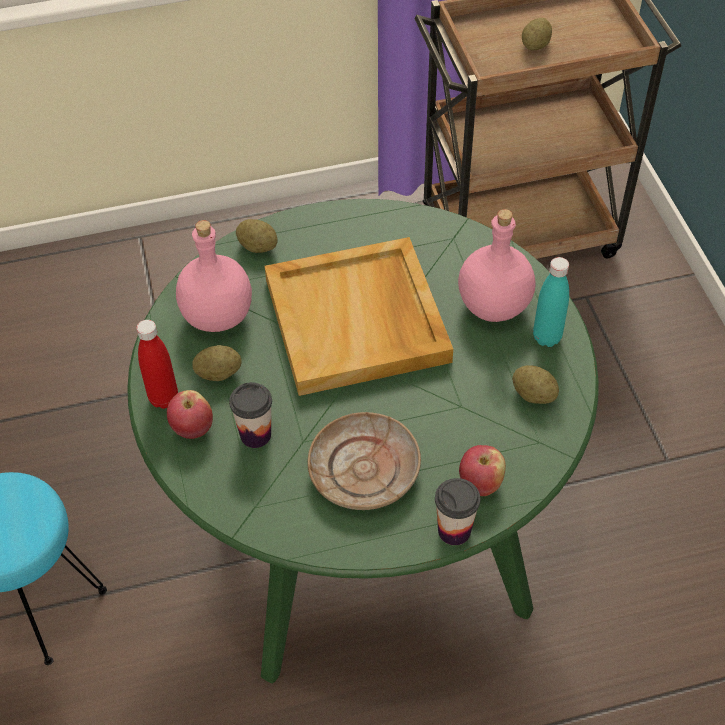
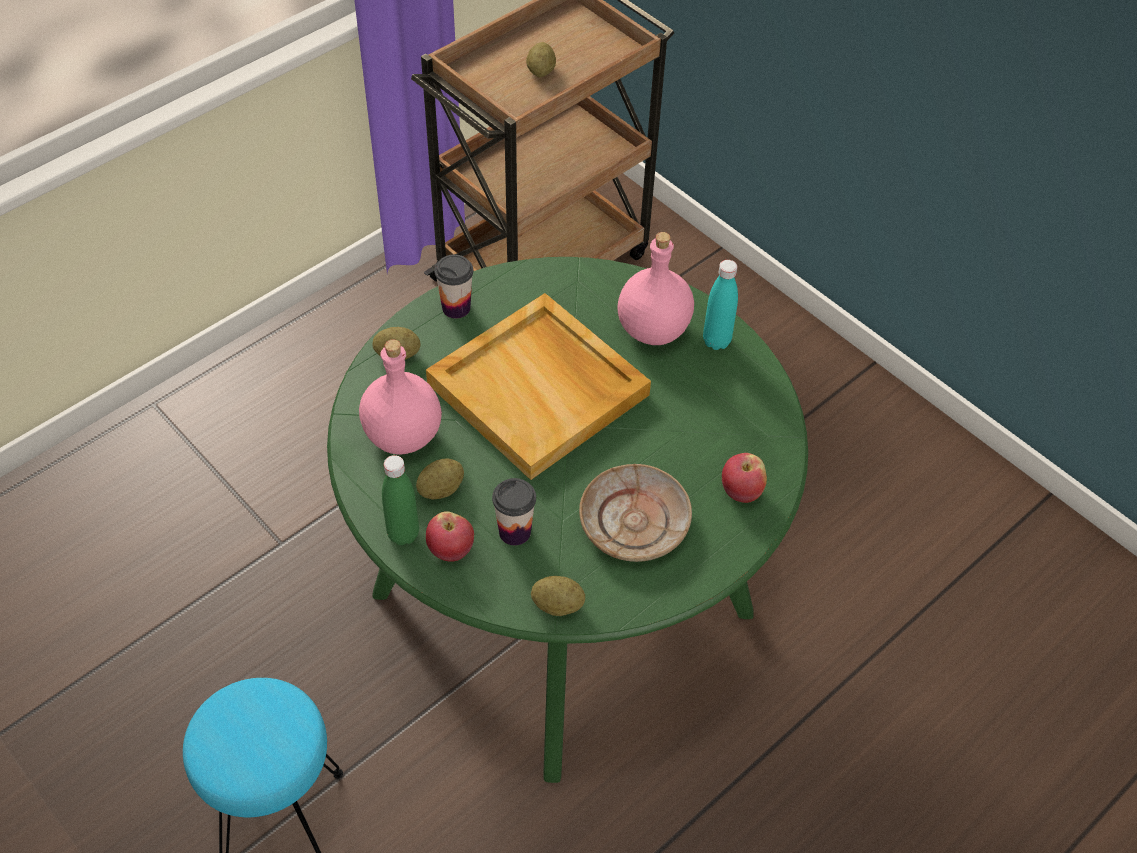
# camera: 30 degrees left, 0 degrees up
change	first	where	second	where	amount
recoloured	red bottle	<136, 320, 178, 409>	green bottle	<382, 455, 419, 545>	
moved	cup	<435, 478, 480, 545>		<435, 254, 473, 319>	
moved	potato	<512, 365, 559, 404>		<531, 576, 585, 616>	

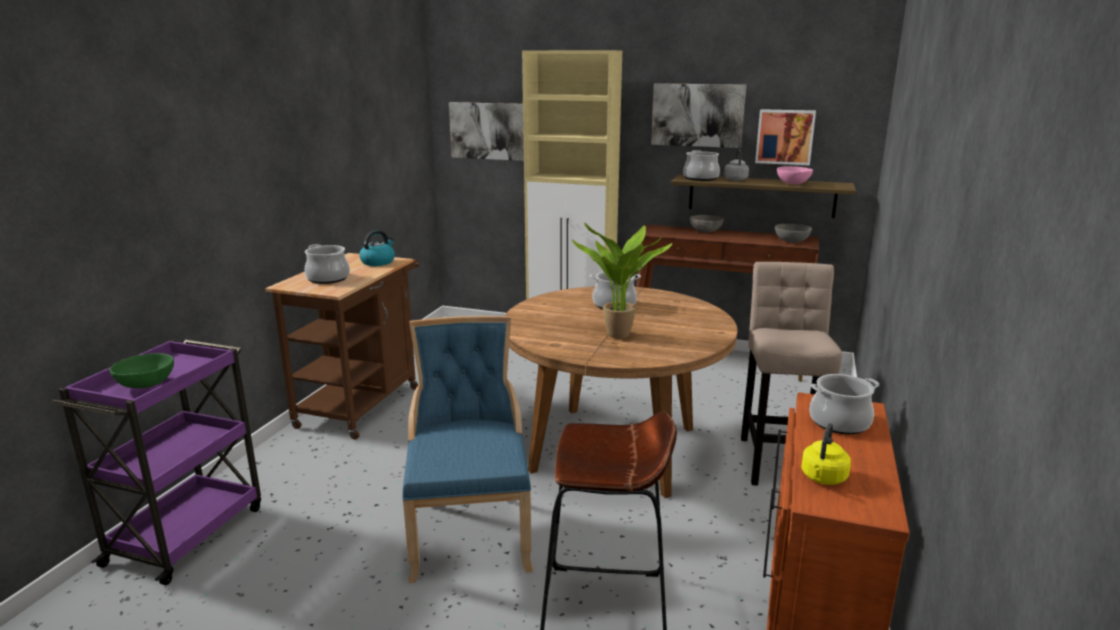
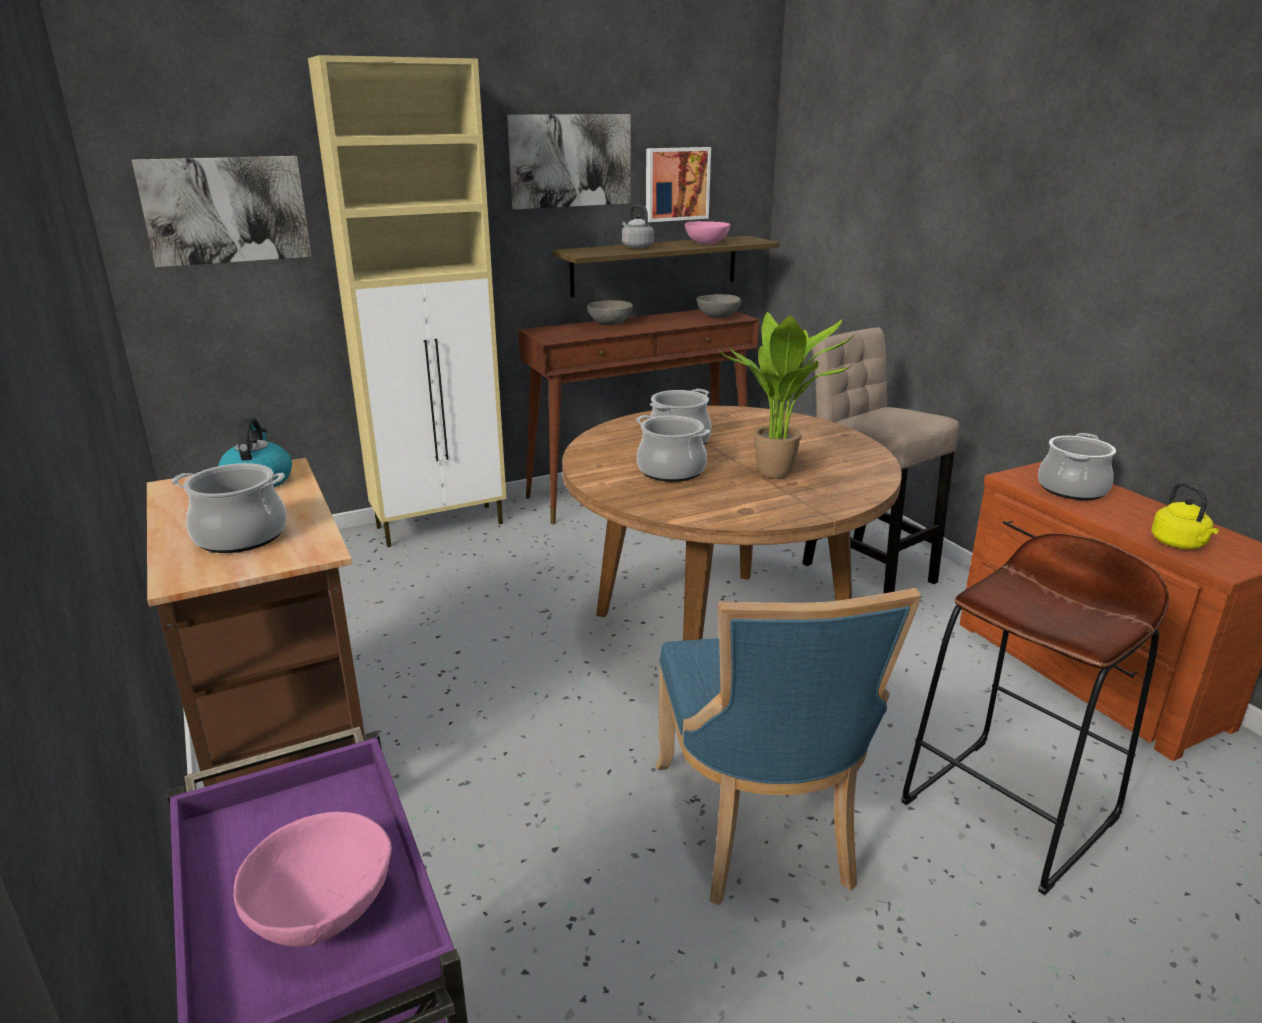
# camera: 45 degrees left, 5 degrees up
change	first	where	second	where	amount
recoloured	green bowl	<110, 353, 174, 388>	pink bowl	<234, 812, 392, 947>	
moved	cooking pot	<683, 150, 720, 181>		<636, 415, 710, 482>	
turned	blue chair	<402, 316, 534, 583>		<656, 588, 921, 906>	135 degrees counterclockwise

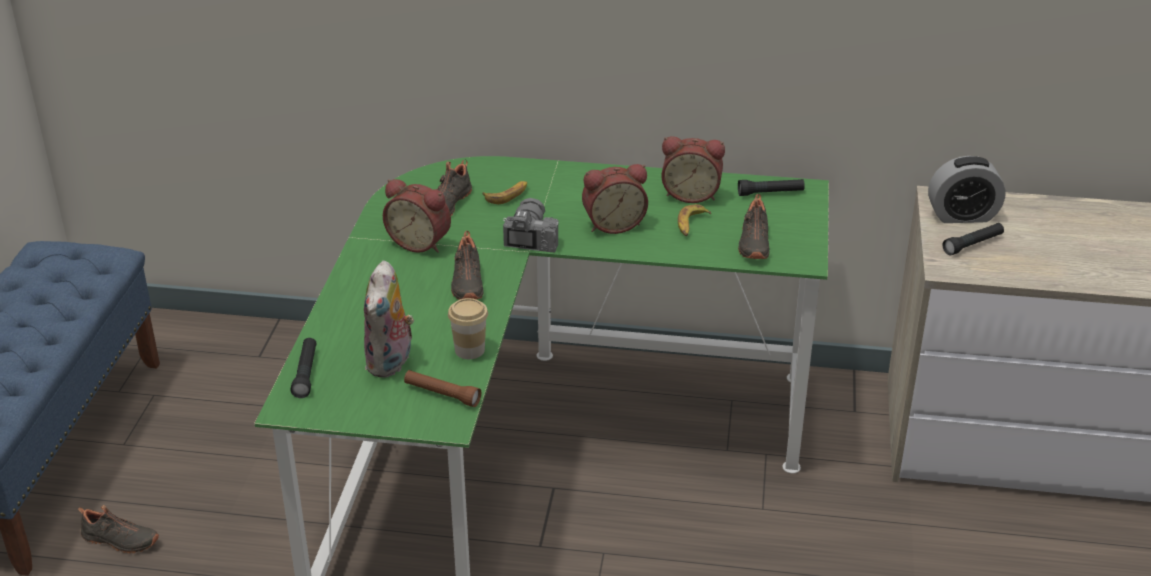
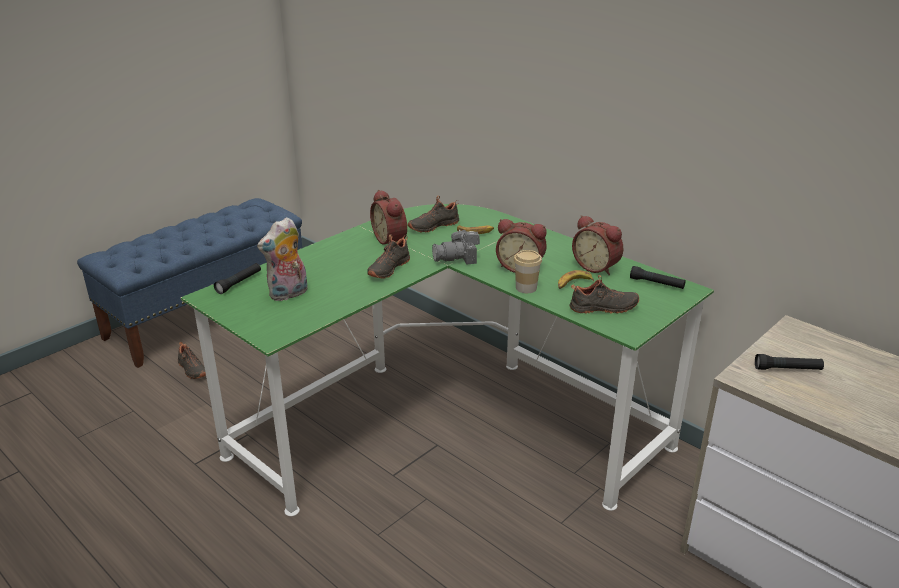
# camera: 35 degrees right, 5 degrees down
change	first	where	second	where	amount
turned	photo camera	<503, 198, 559, 252>		<432, 230, 480, 265>	150 degrees counterclockwise
moved	cup	<448, 298, 488, 359>		<514, 250, 542, 293>	
turned	black shoe	<738, 194, 769, 259>		<569, 275, 639, 314>	135 degrees counterclockwise
removed	brown flashlight	<404, 370, 481, 407>			
removed	alarm clock	<928, 156, 1006, 223>			

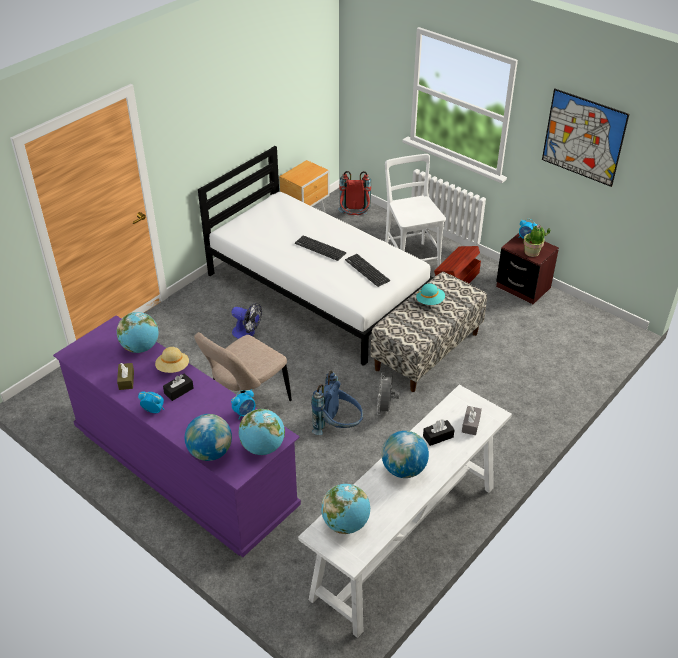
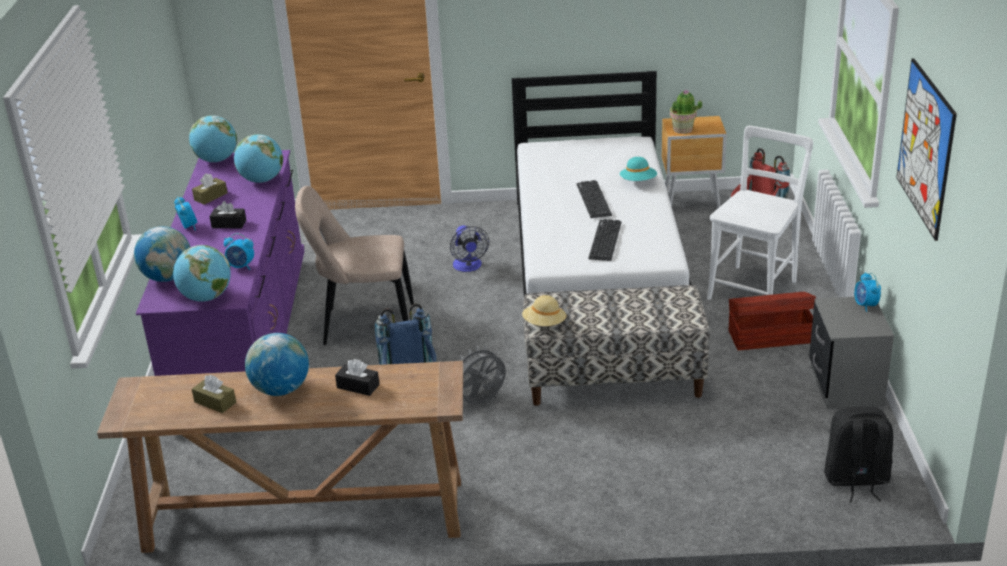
# camera: 50 degrees right, 10 degrees down
change	first	where	second	where	amount
recoloured	white console table	<298, 385, 512, 638>	brown console table	<97, 361, 463, 553>	
moved	globe	<321, 484, 370, 534>		<189, 115, 237, 162>	
added			brown tissue box	<192, 375, 236, 413>	
moved	beige hat	<155, 347, 189, 373>		<522, 295, 566, 326>	
moved	turquoise hat	<416, 283, 445, 305>		<620, 157, 657, 181>	
moved	potted plant	<523, 224, 550, 257>		<670, 90, 702, 134>	
recoloured	brown nightstand	<496, 233, 559, 304>	grey nightstand	<809, 297, 894, 409>	
added			black backpack	<824, 406, 893, 503>	
removed	grey tissue box	<462, 406, 482, 435>			

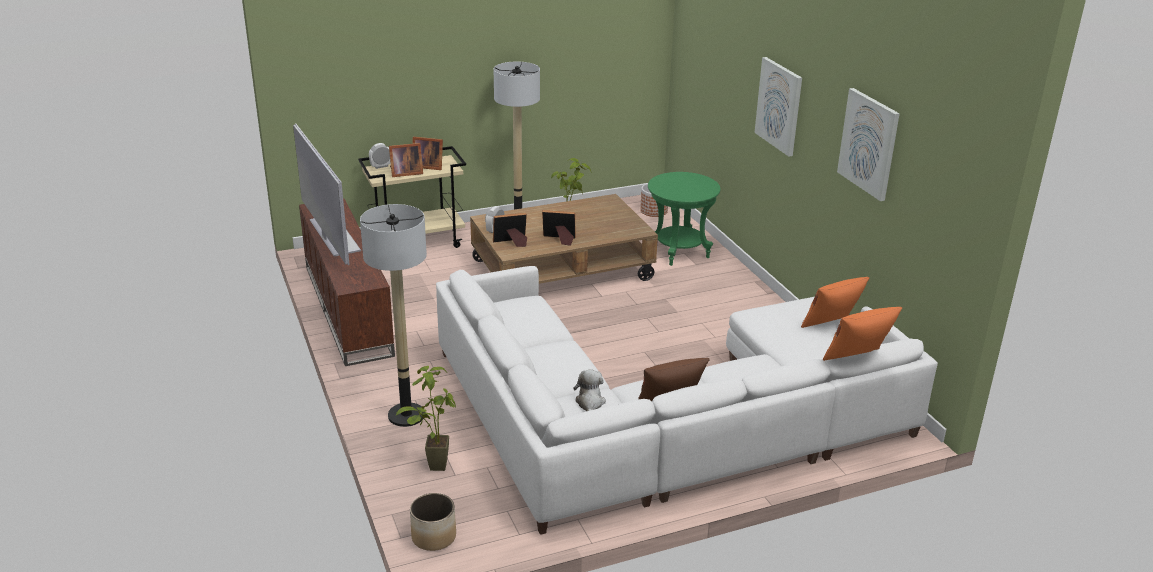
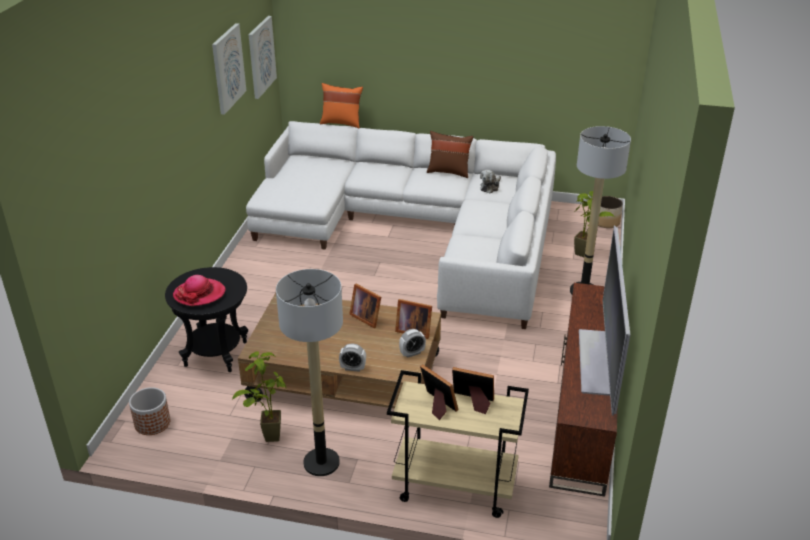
# camera: 145 degrees left, 5 degrees up
change	first	where	second	where	amount
recoloured	green side table	<648, 172, 720, 266>	black side table	<165, 267, 248, 372>	
added			hat	<173, 275, 226, 306>	
moved	picture	<754, 57, 802, 157>		<248, 16, 277, 99>	
moved	alarm clock	<369, 143, 391, 169>		<339, 344, 366, 372>	
removed	orange pillow	<801, 277, 869, 328>			

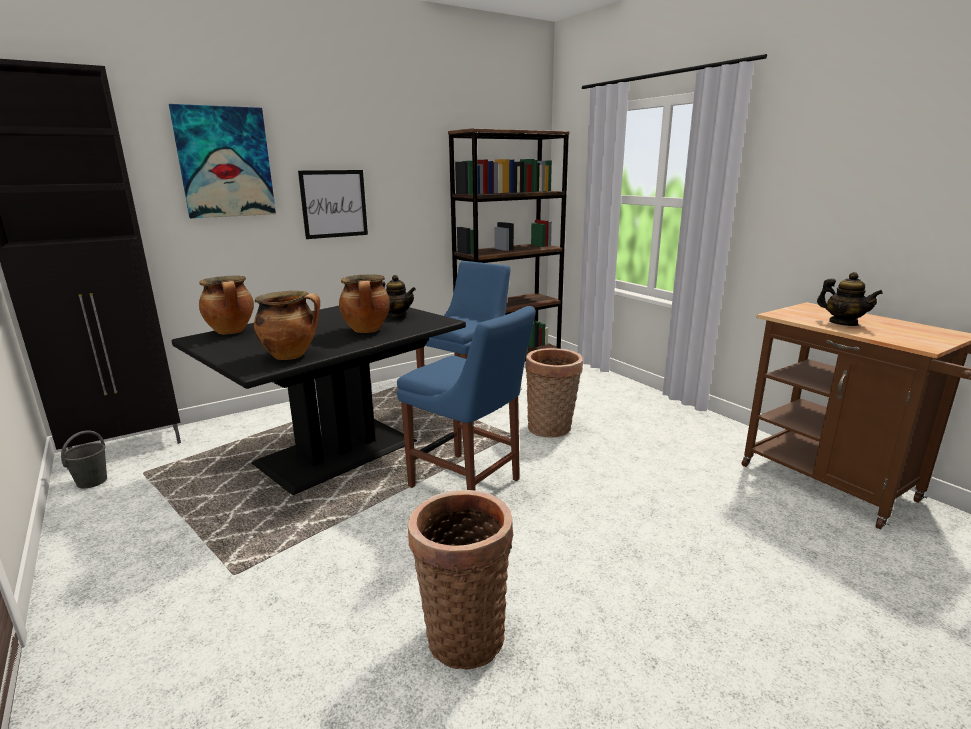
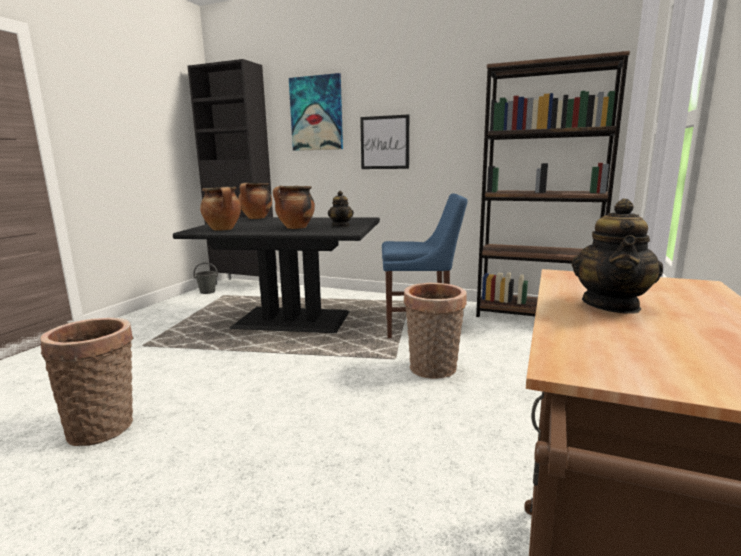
# camera: 55 degrees right, 5 degrees down
change	first	where	second	where	amount
removed	blue chair	<397, 306, 536, 490>			

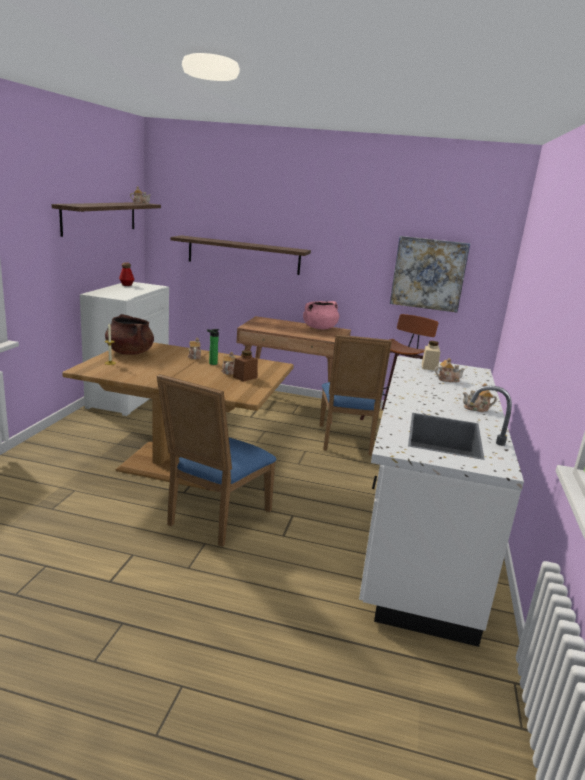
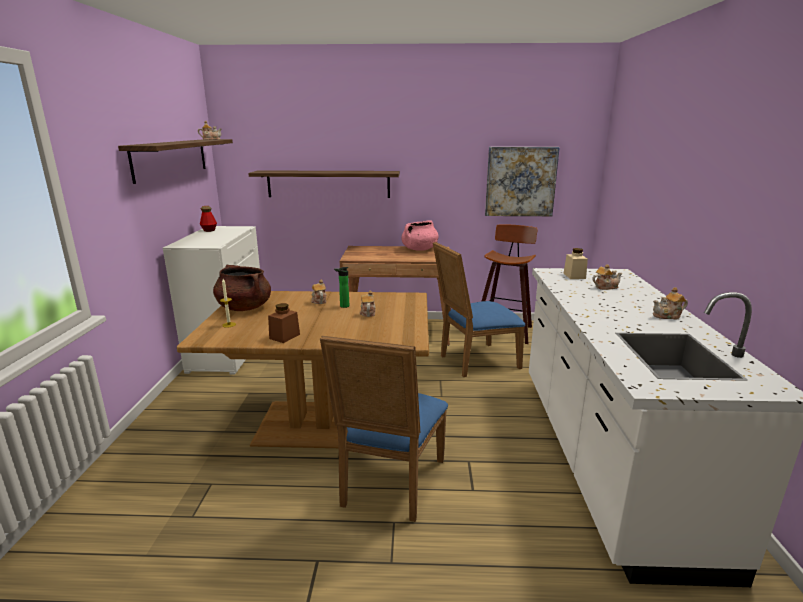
# camera: 10 degrees left, 0 degrees up
change	first	where	second	where	amount
moved	brown jar	<233, 350, 258, 382>		<268, 303, 300, 343>	
turned	blue chair	<320, 334, 392, 456>		<433, 242, 525, 377>	75 degrees clockwise

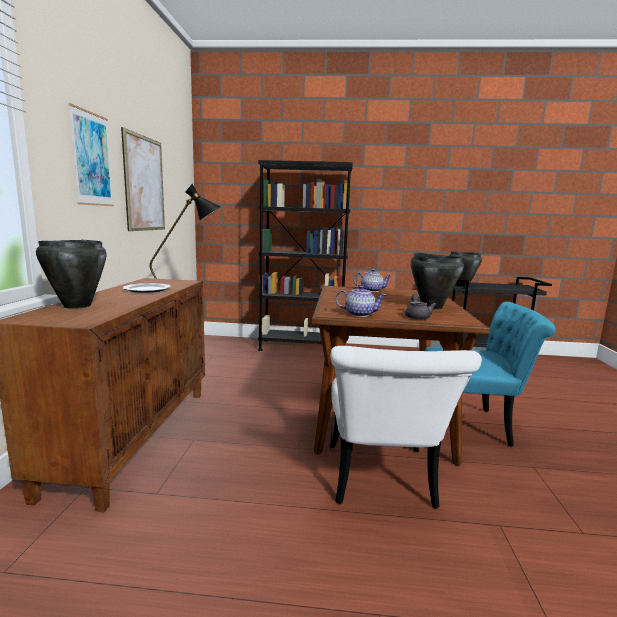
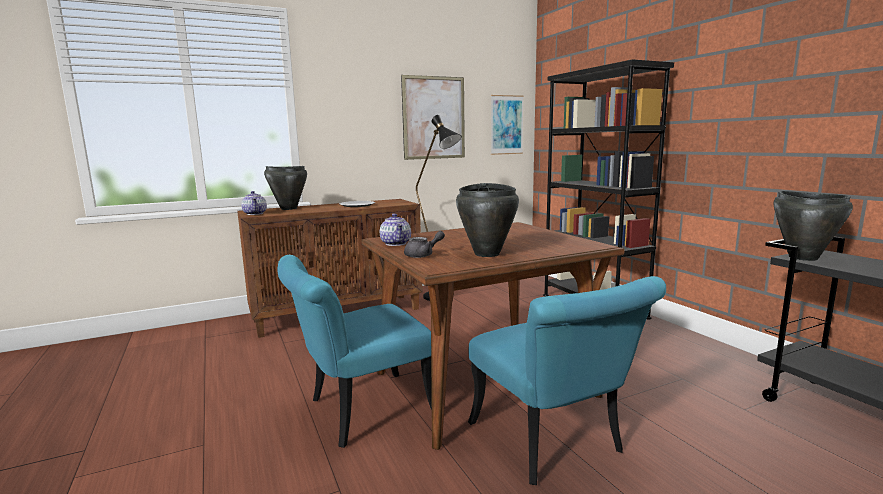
# camera: 60 degrees right, 0 degrees up
change	first	where	second	where	amount
moved	teapot	<354, 269, 392, 292>		<241, 191, 267, 215>	
recoloured	white chair	<330, 346, 482, 509>	turquoise chair	<277, 255, 432, 448>	
moved	picture	<69, 103, 114, 206>		<491, 95, 524, 155>	

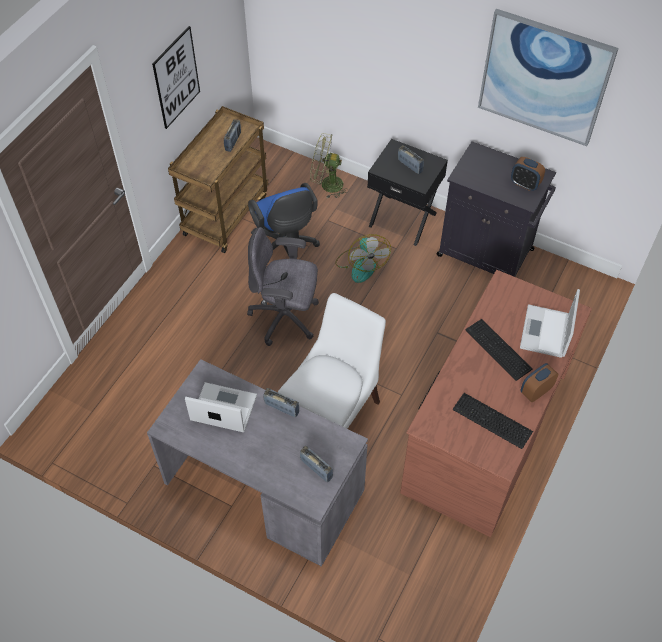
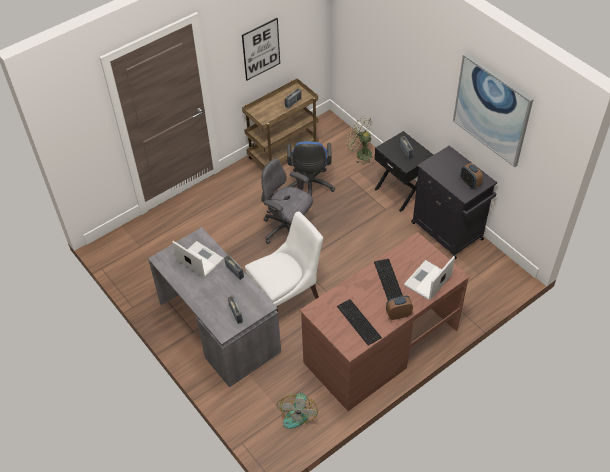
# camera: 25 degrees right, 5 degrees down
change	first	where	second	where	amount
moved	fan	<335, 234, 391, 283>		<277, 393, 318, 429>	

